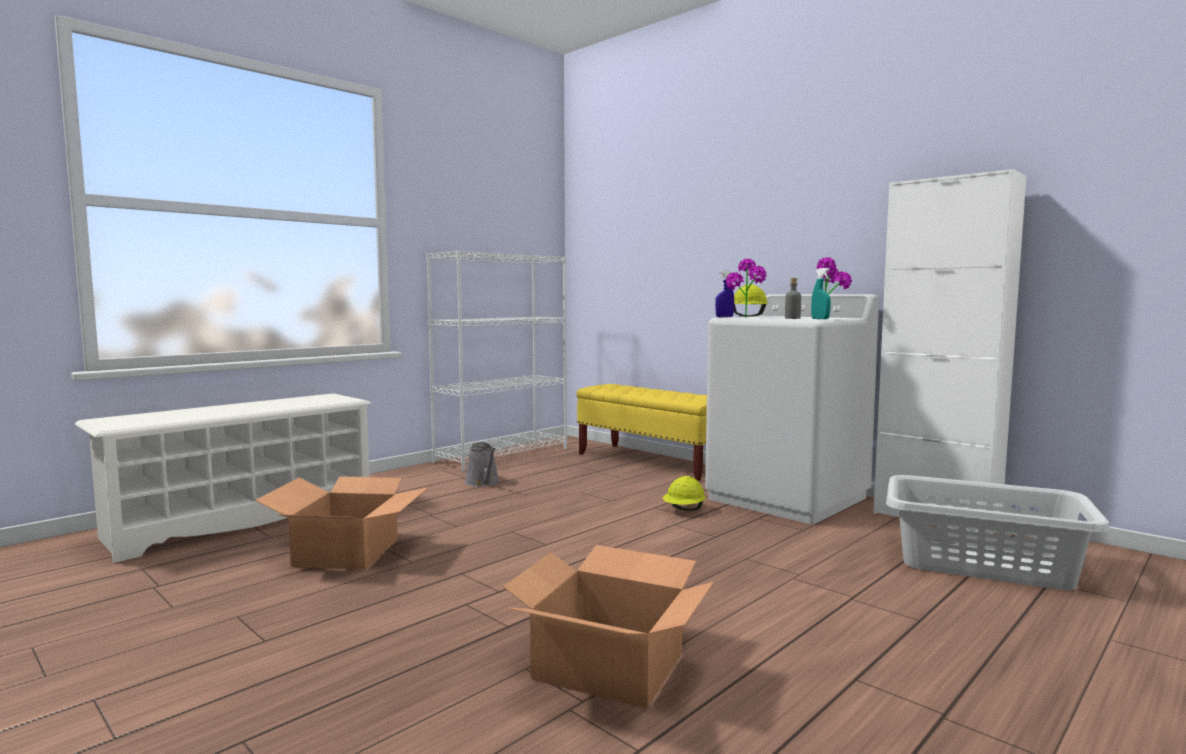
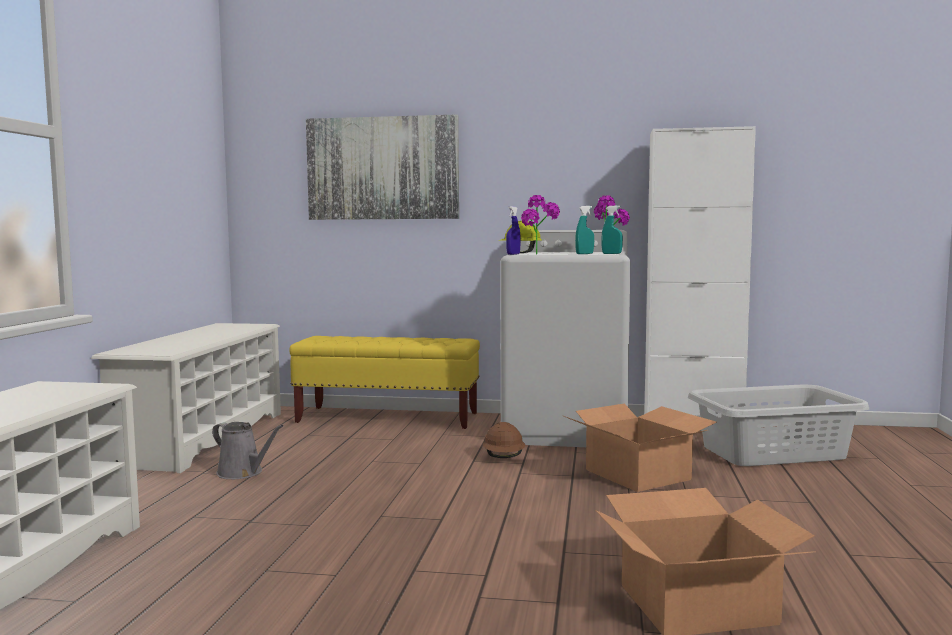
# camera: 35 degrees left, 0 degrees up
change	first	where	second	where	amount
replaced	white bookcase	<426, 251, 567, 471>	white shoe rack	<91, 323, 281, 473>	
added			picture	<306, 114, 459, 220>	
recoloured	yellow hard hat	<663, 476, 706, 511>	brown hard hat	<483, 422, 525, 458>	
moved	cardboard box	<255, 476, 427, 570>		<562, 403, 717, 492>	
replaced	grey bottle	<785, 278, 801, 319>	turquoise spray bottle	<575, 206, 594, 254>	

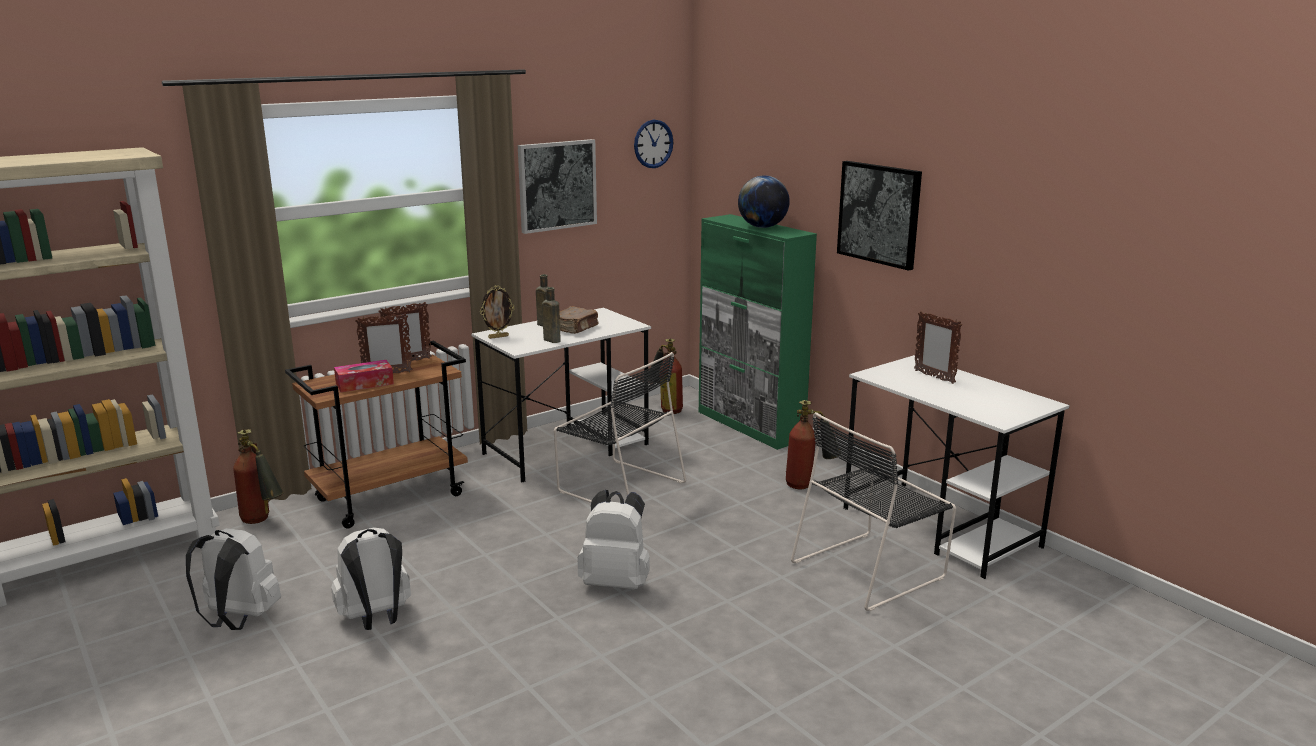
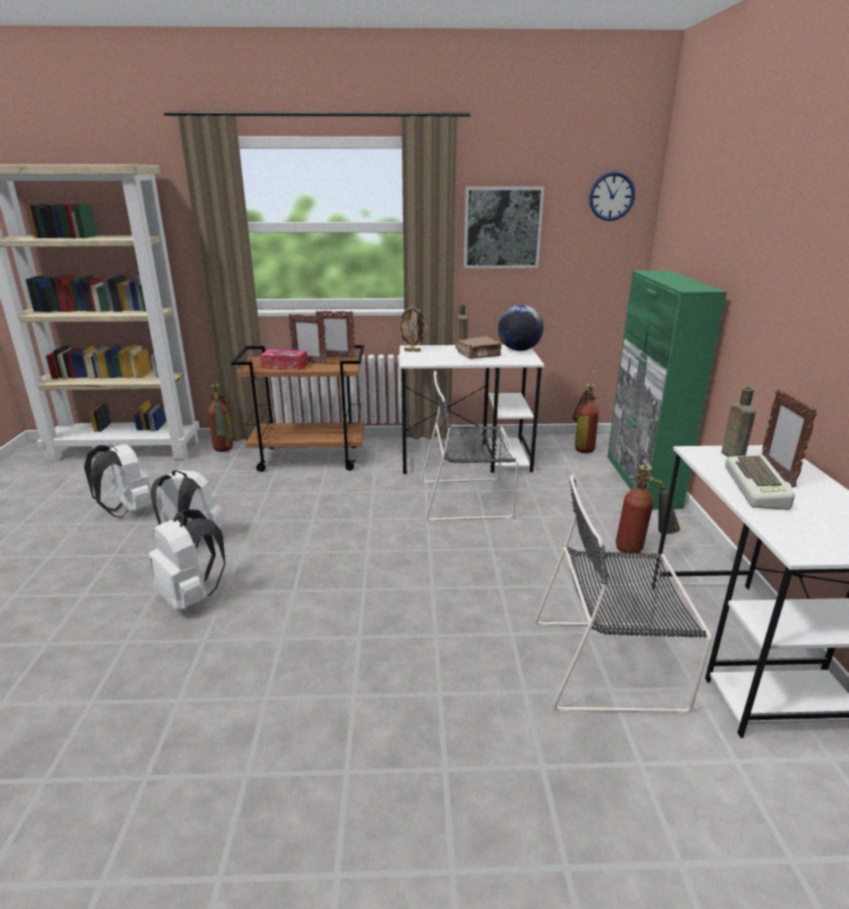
# camera: 35 degrees right, 5 degrees up
change	first	where	second	where	amount
moved	white backpack	<578, 490, 650, 590>		<149, 509, 226, 611>	
turned	black chair	<554, 352, 686, 503>		<421, 371, 519, 521>	105 degrees clockwise
moved	globe	<738, 176, 790, 228>		<498, 305, 544, 351>	
moved	brown bottle	<542, 287, 561, 343>		<721, 387, 756, 457>	
added			keyboard	<725, 455, 795, 510>	
removed	picture	<837, 161, 922, 271>			

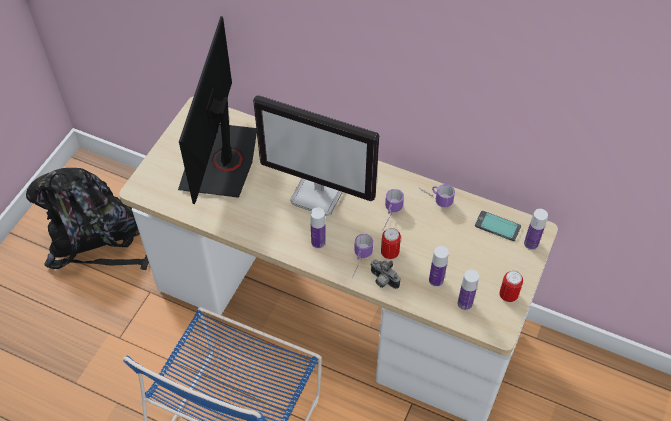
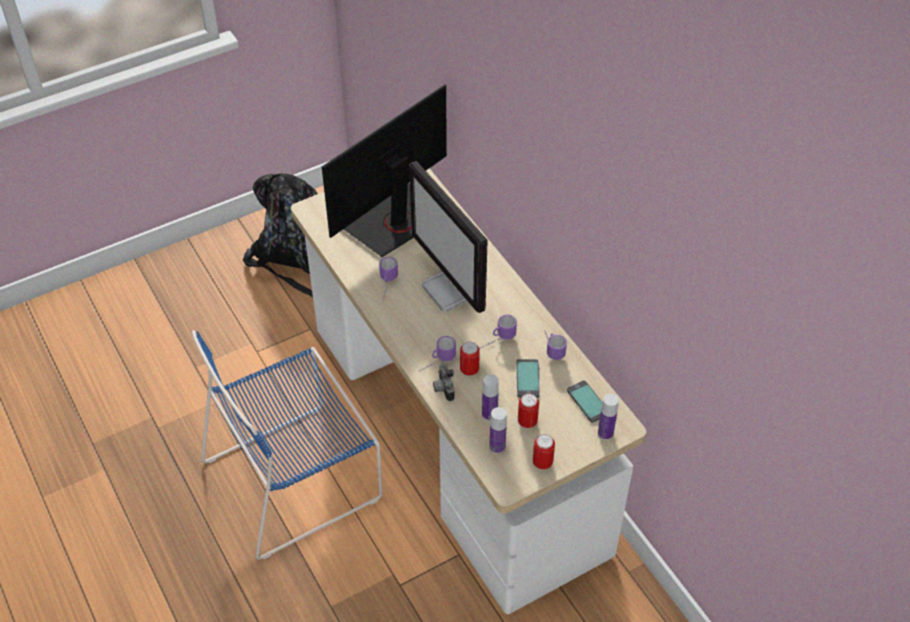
# camera: 35 degrees right, 5 degrees down
change	first	where	second	where	amount
added			mug	<379, 257, 398, 300>	
added			phone	<516, 359, 540, 398>	
added			can	<518, 393, 539, 429>	
removed	bottle	<310, 207, 326, 249>			

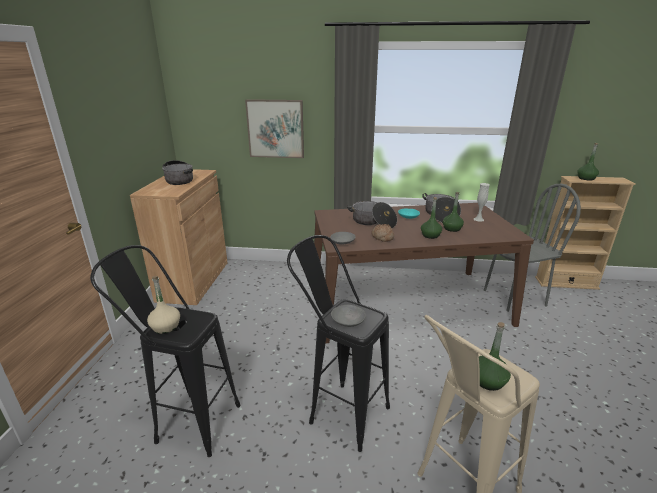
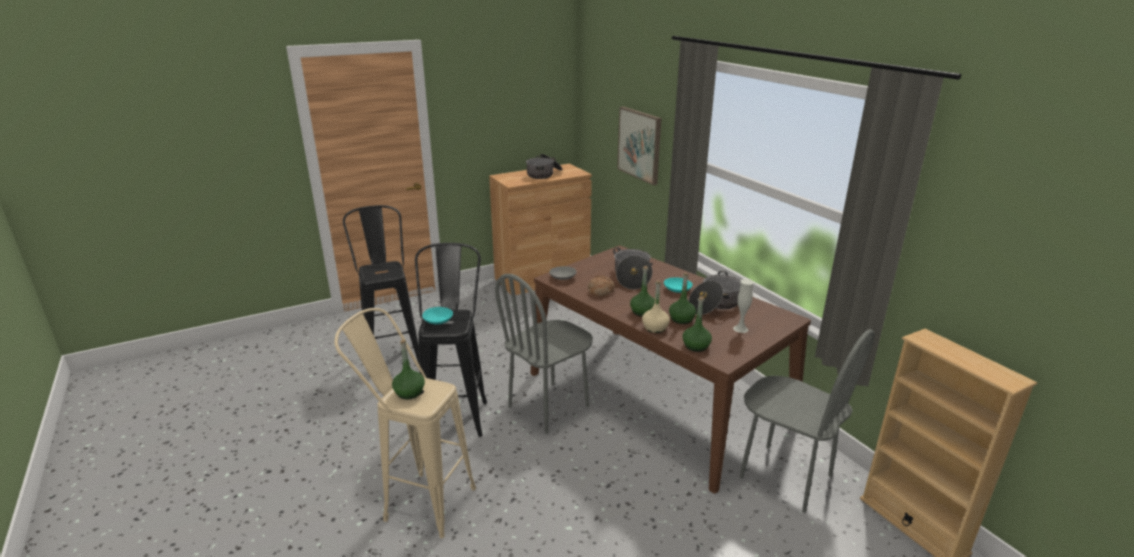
# camera: 55 degrees right, 0 degrees up
change	first	where	second	where	amount
recoloured	grey bowl	<331, 305, 366, 327>	turquoise bowl	<422, 307, 453, 324>	
added			grey chair	<495, 274, 593, 434>	
moved	beige bottle	<147, 276, 180, 334>		<642, 280, 670, 333>	
moved	green bottle	<577, 143, 599, 180>		<682, 296, 712, 352>	

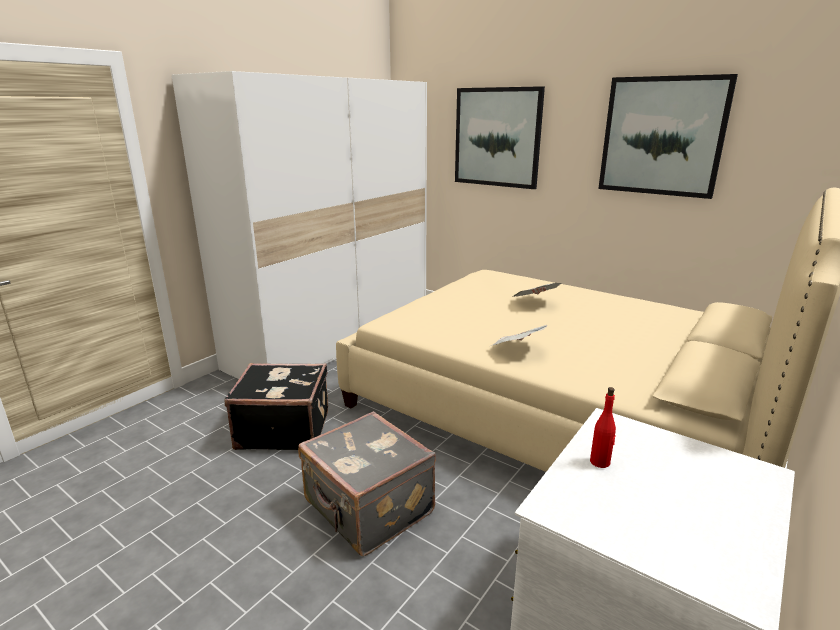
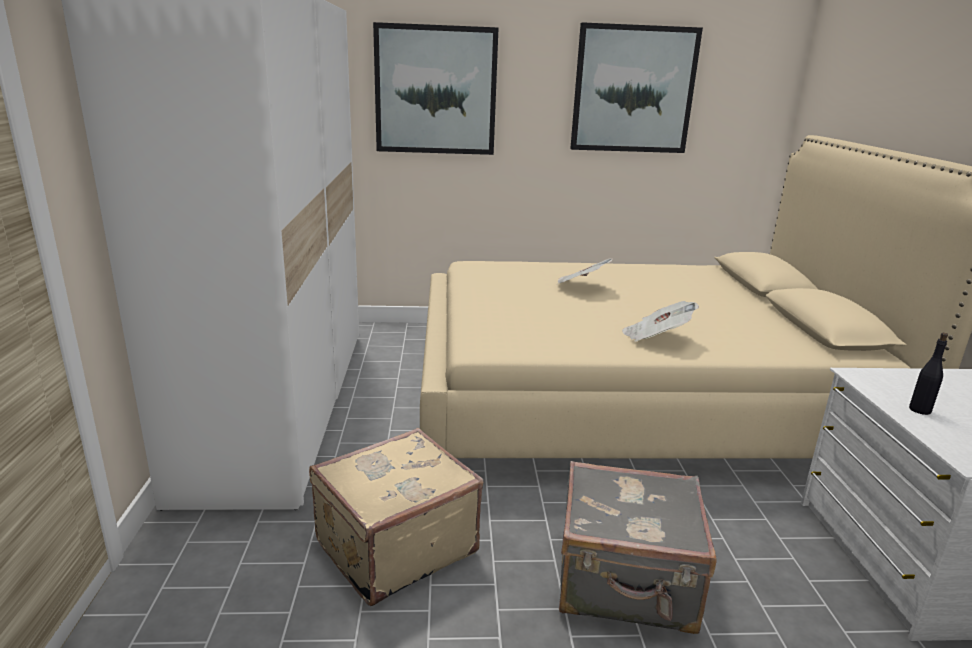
# camera: 40 degrees left, 0 degrees up
change	first	where	second	where	amount
recoloured	black suitcase	<224, 363, 328, 450>	beige suitcase	<309, 428, 483, 606>	
recoloured	red bottle	<590, 387, 616, 468>	black bottle	<909, 333, 948, 415>	

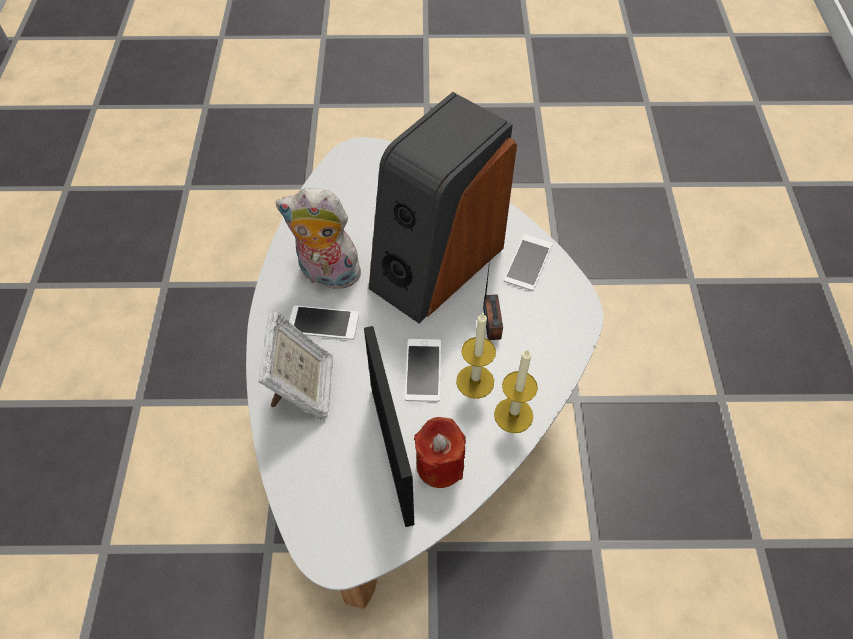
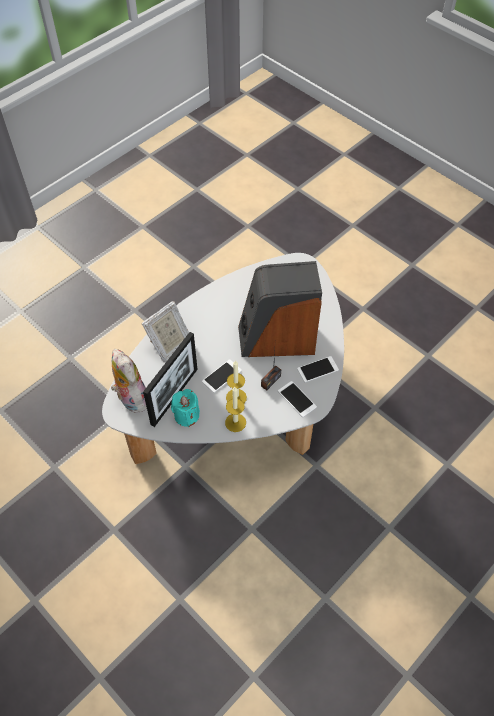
# camera: 45 degrees right, 0 degrees up
change	first	where	second	where	amount
moved	plush toy	<275, 188, 364, 289>		<111, 349, 147, 413>	
recoloured	red candle	<414, 417, 466, 488>	turquoise candle	<171, 389, 200, 427>	
moved	phone	<289, 306, 359, 340>		<278, 381, 317, 417>	

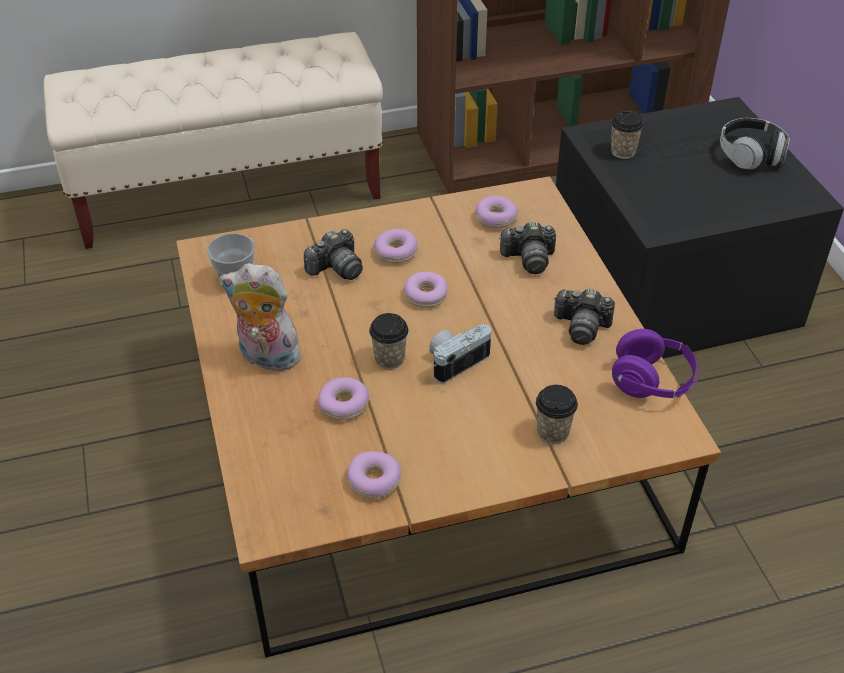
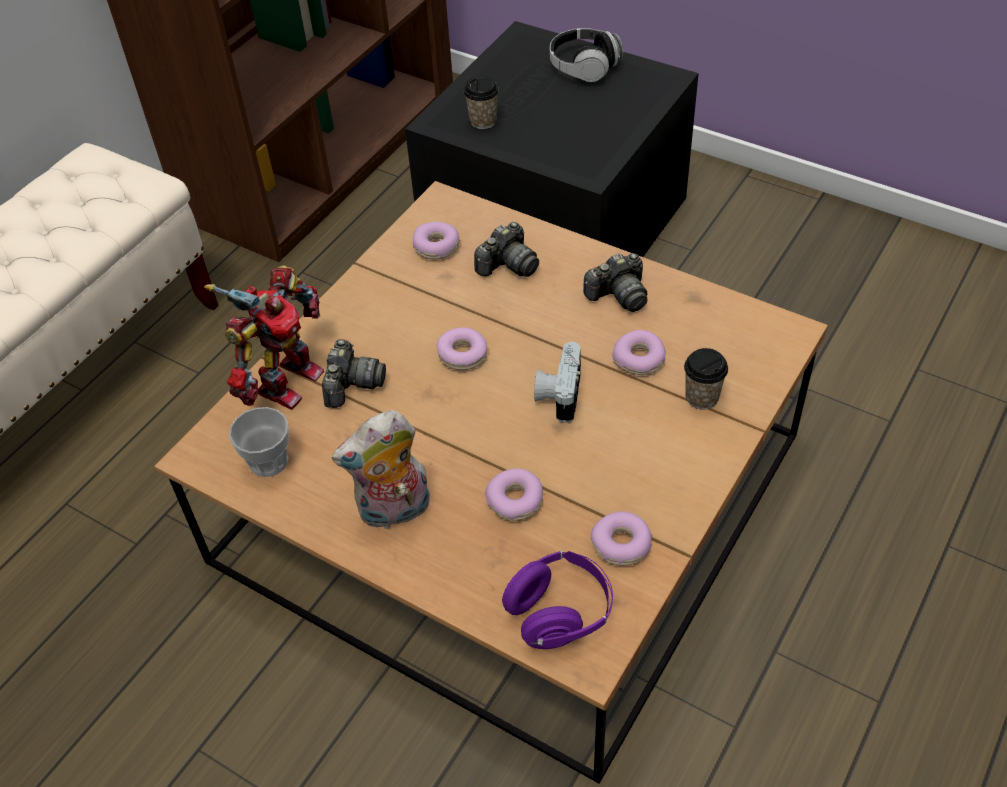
# camera: 40 degrees left, 5 degrees up
change	first	where	second	where	amount
added			toy robot	<204, 265, 324, 410>	
moved	purple headphones	<612, 329, 700, 398>		<502, 551, 613, 649>	
moved	donut	<374, 229, 418, 263>		<612, 330, 666, 375>	
removed	cup	<369, 313, 408, 369>			

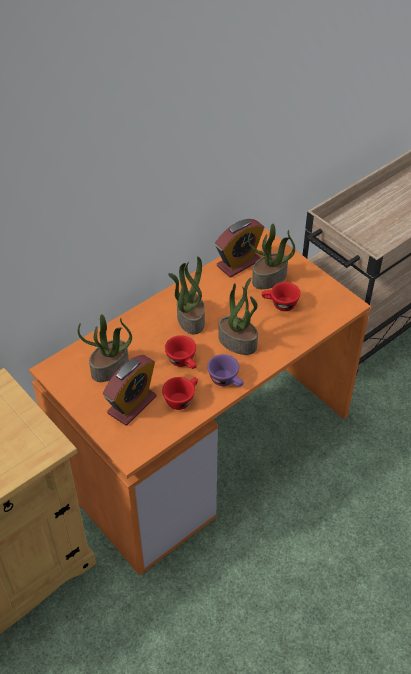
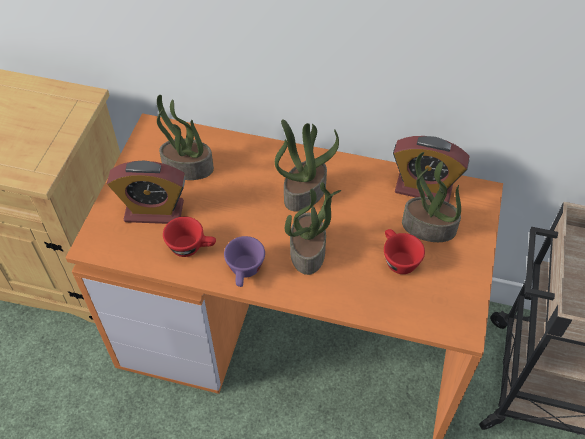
# camera: 55 degrees right, 5 degrees up
change	first	where	second	where	amount
removed	red cup	<165, 335, 197, 369>			

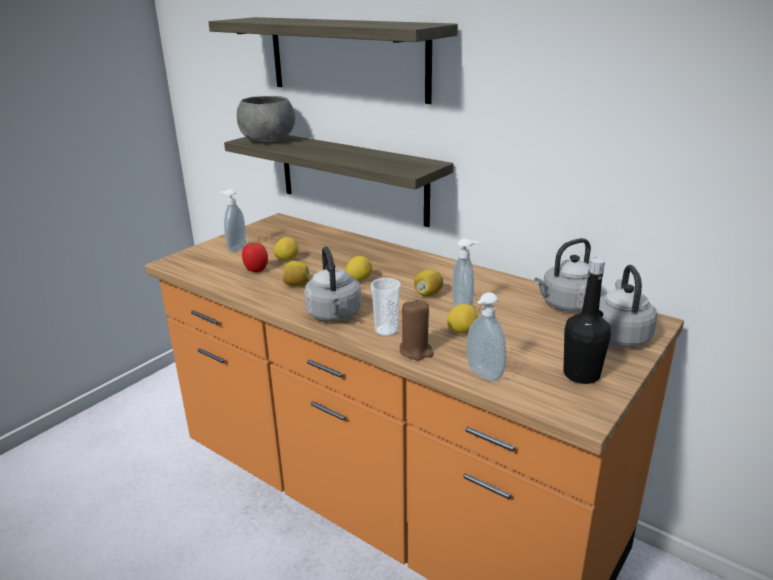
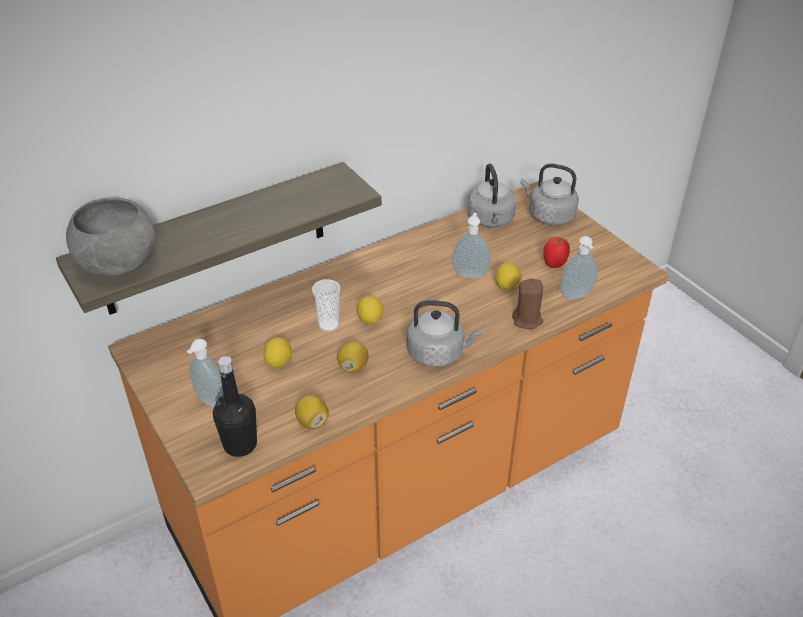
# camera: 70 degrees left, 15 degrees up
change	first	where	second	where	amount
moved	black bottle	<563, 258, 611, 384>		<213, 356, 257, 457>	
moved	lemon	<414, 269, 443, 296>		<295, 395, 329, 429>	
moved	cup	<370, 278, 401, 336>		<312, 279, 340, 332>	
moved	tomato	<242, 242, 268, 272>		<543, 237, 570, 268>	
removed	shelf	<208, 17, 458, 104>			

